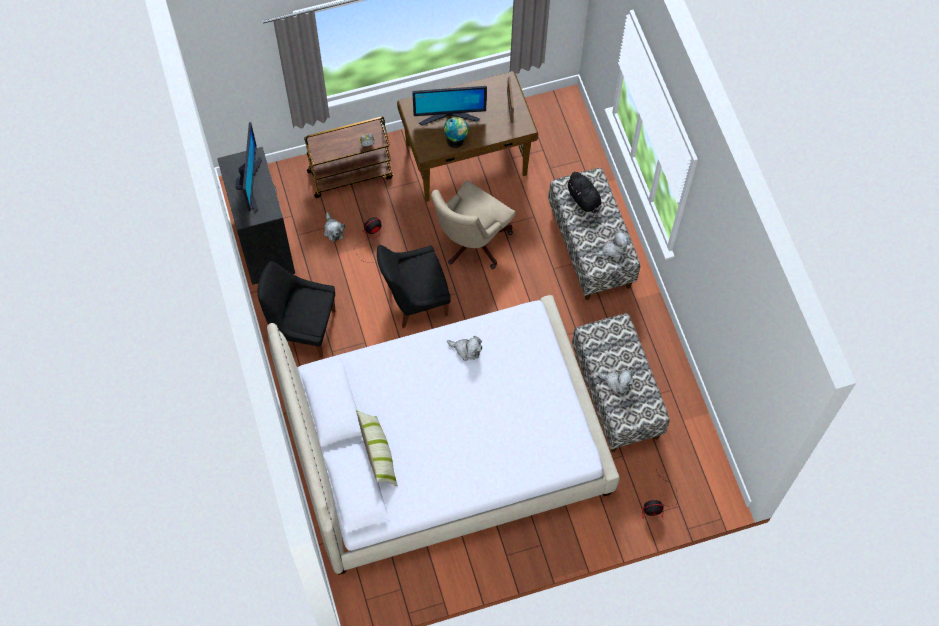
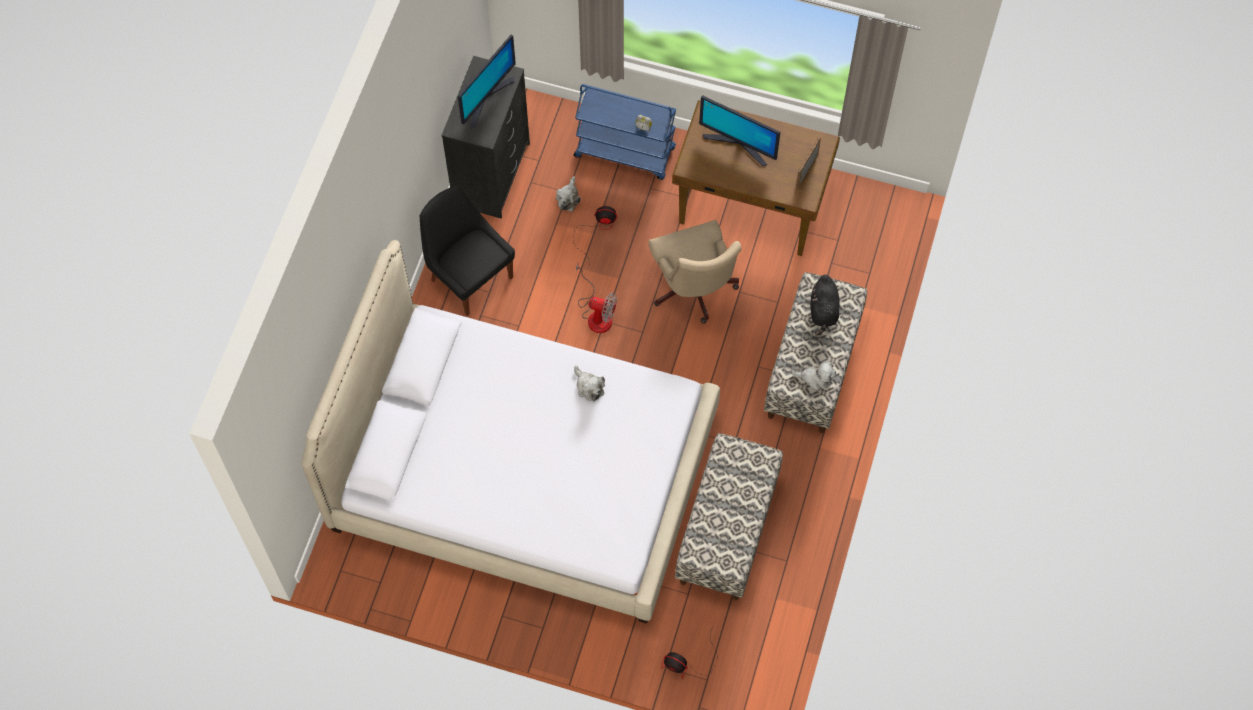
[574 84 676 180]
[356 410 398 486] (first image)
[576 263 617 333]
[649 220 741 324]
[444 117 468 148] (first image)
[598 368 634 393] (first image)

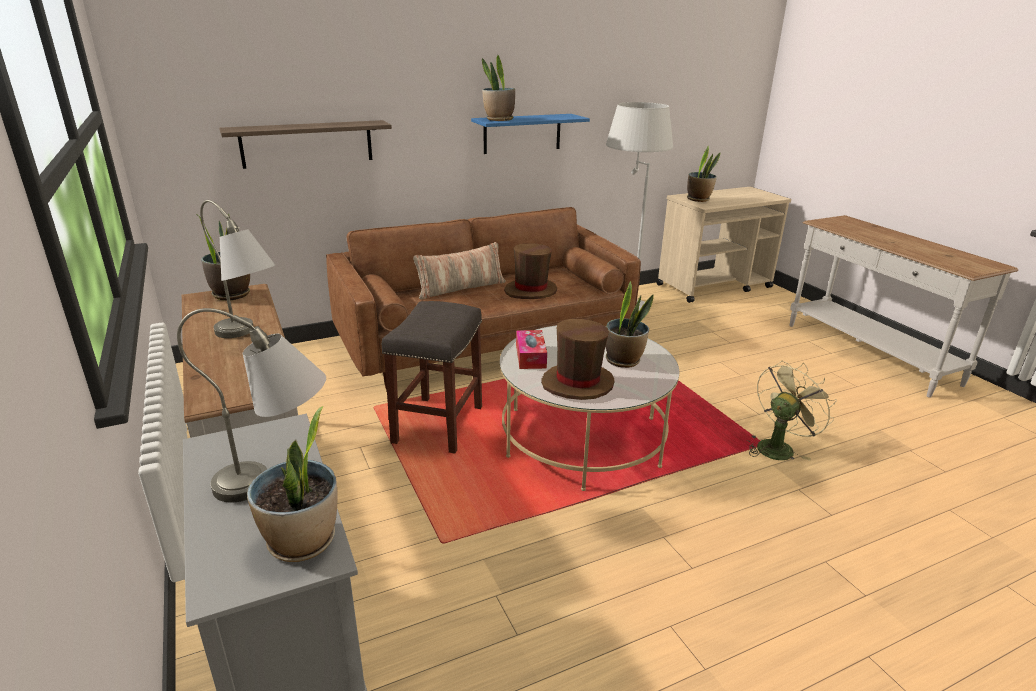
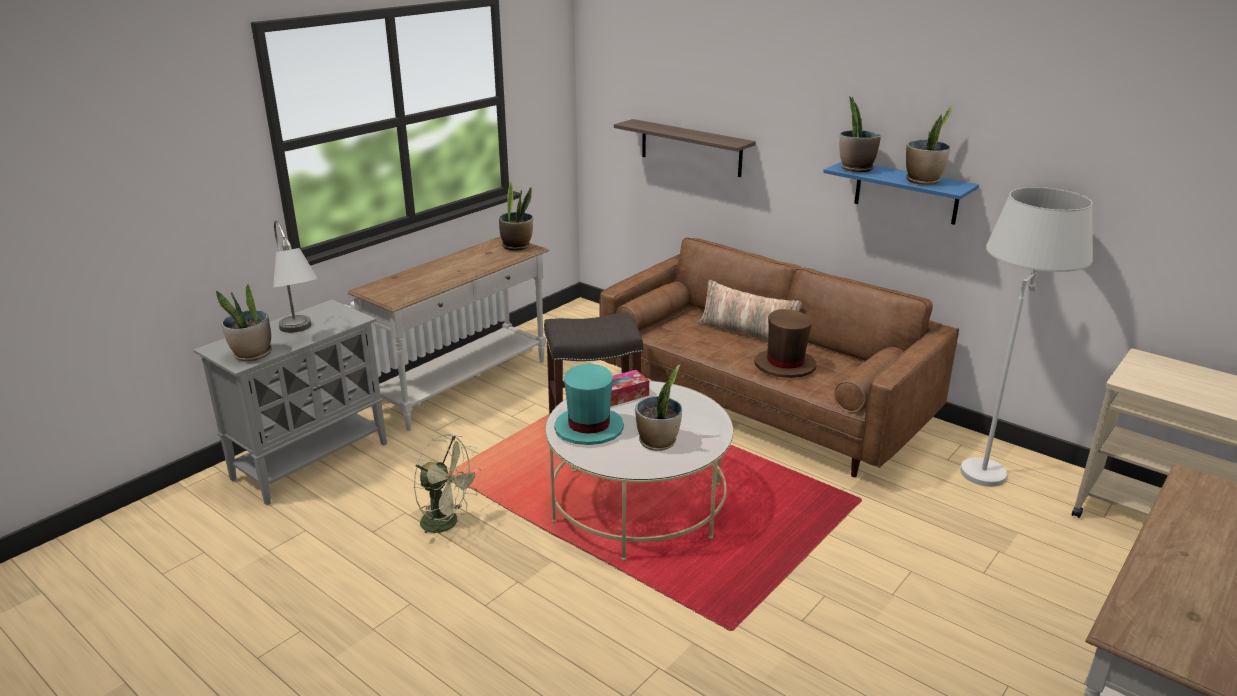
[200 200 275 338] (first image)
[554 363 624 445]
[906 104 955 185]
[414 434 481 544]

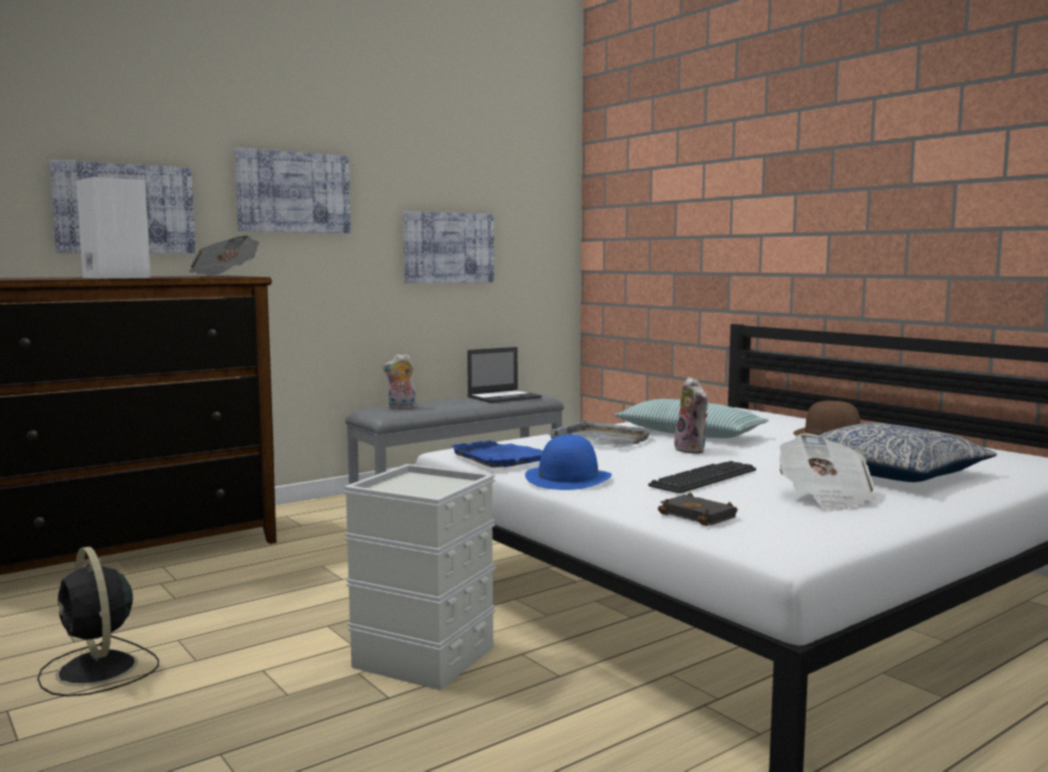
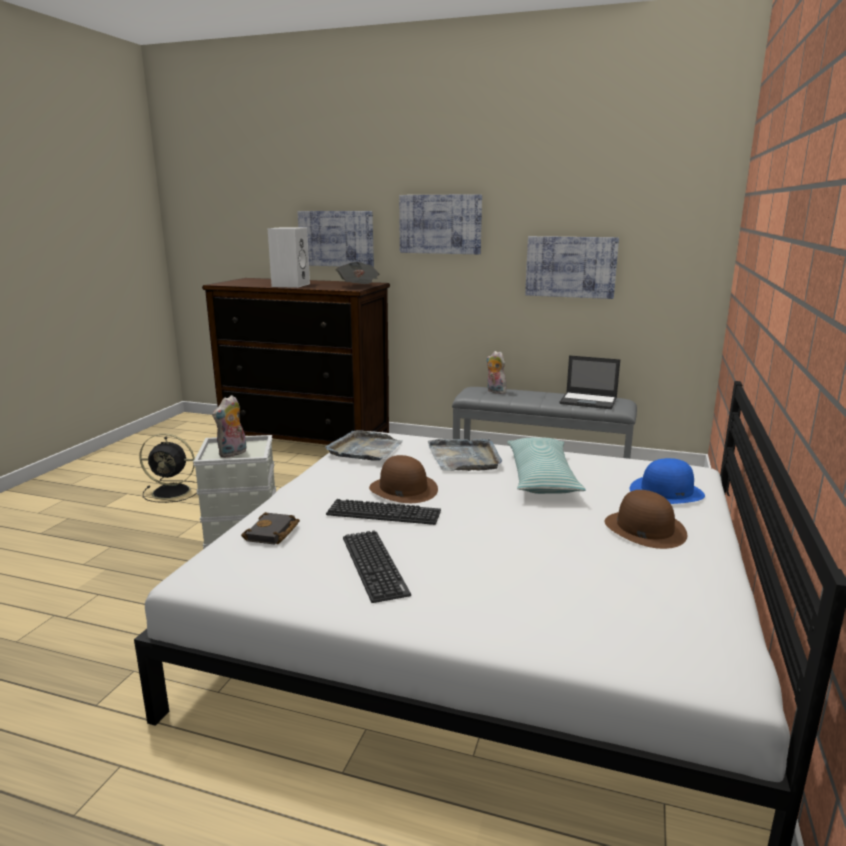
[139 433 197 503]
[325 430 403 461]
[630 458 705 504]
[212 395 247 458]
[343 530 411 603]
[818 423 997 482] (first image)
[369 455 438 503]

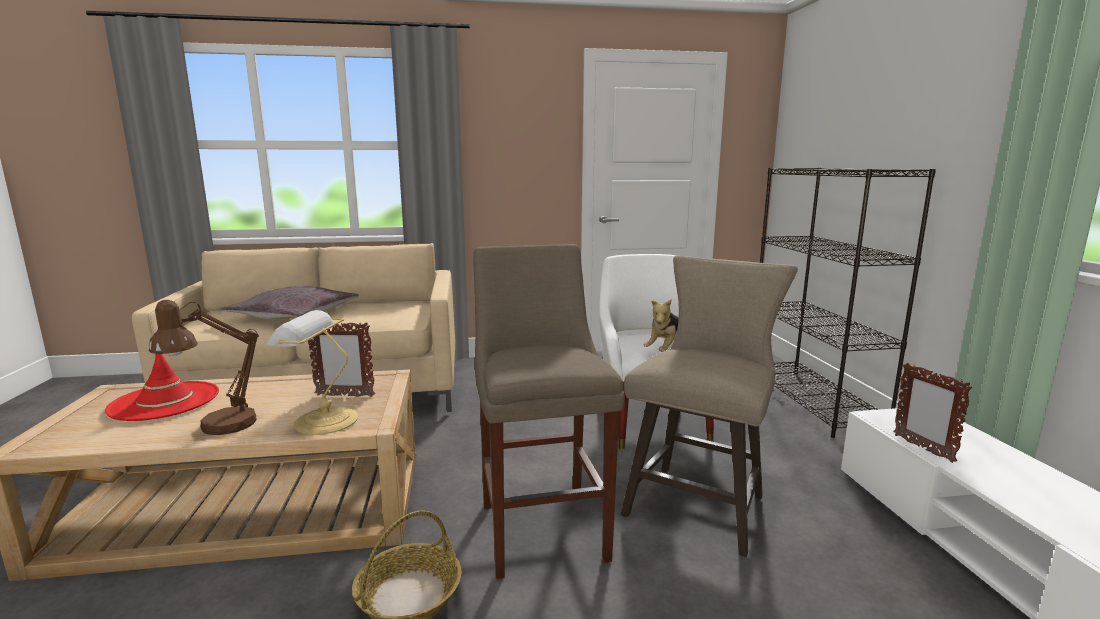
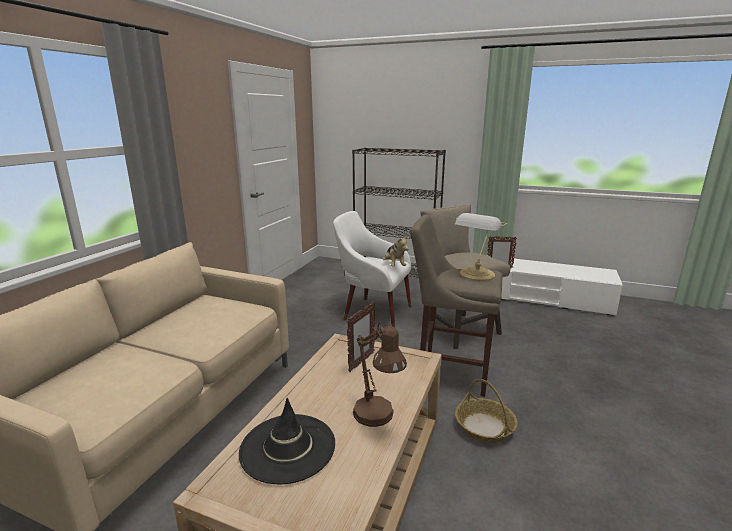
[239 398 335 484]
[221 286 359 319] (first image)
[455 213 507 280]

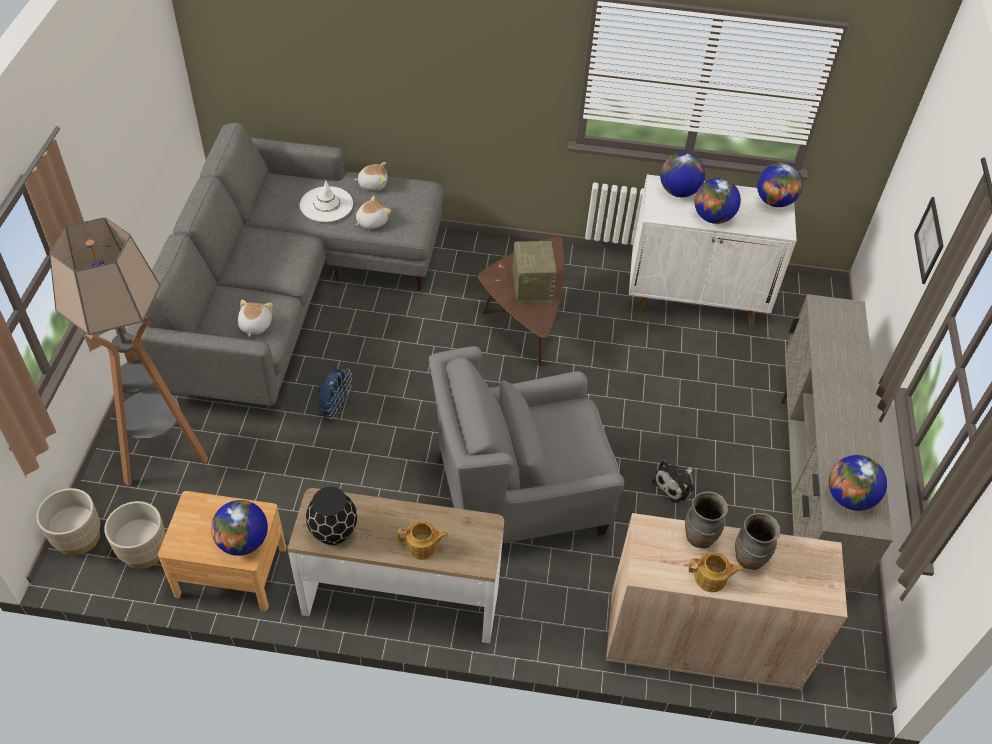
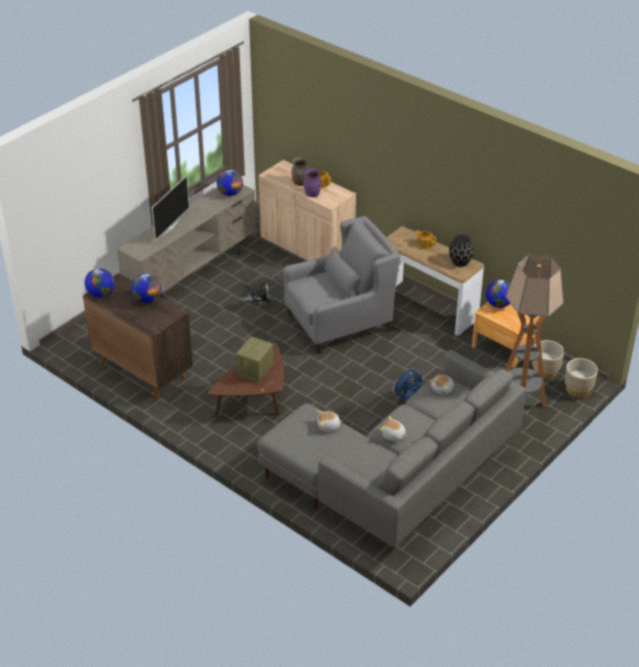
[300 180 353 222] (first image)
[380 416 407 441]
[283 216 401 354]
[83 273 193 399]
[660 152 705 197] (first image)
[304 168 321 197]
[914 197 944 284] (first image)
[152 175 189 240]

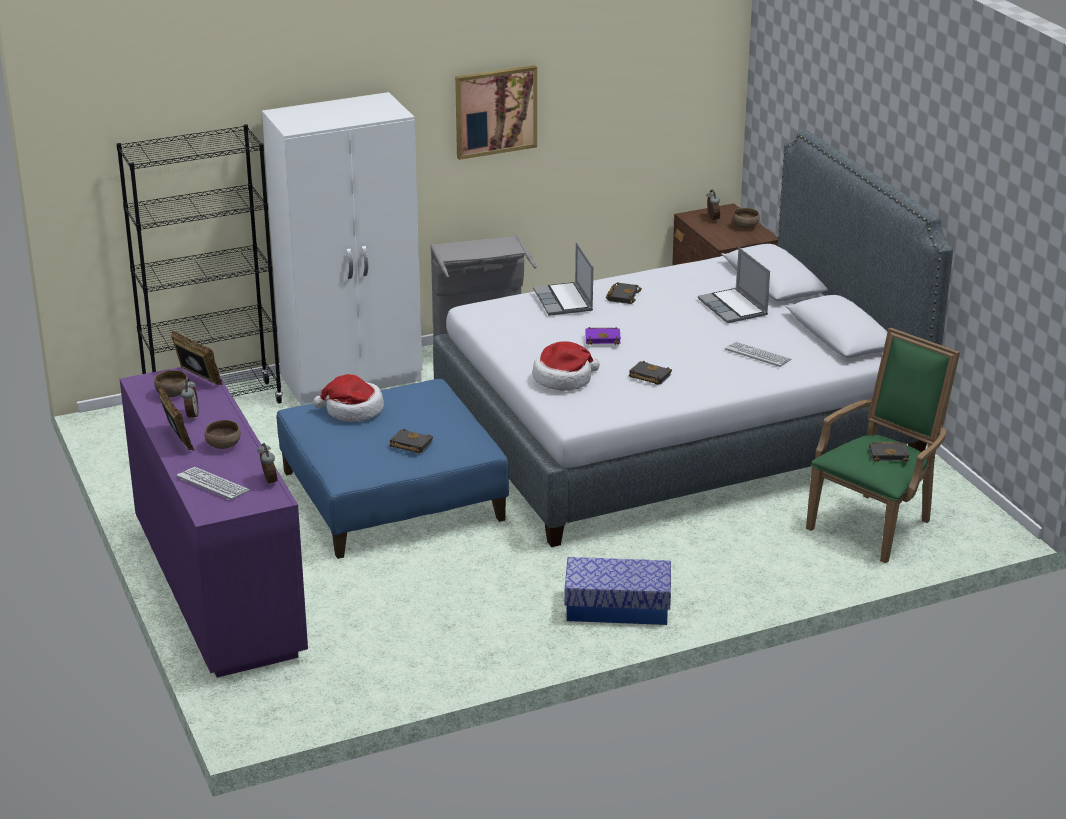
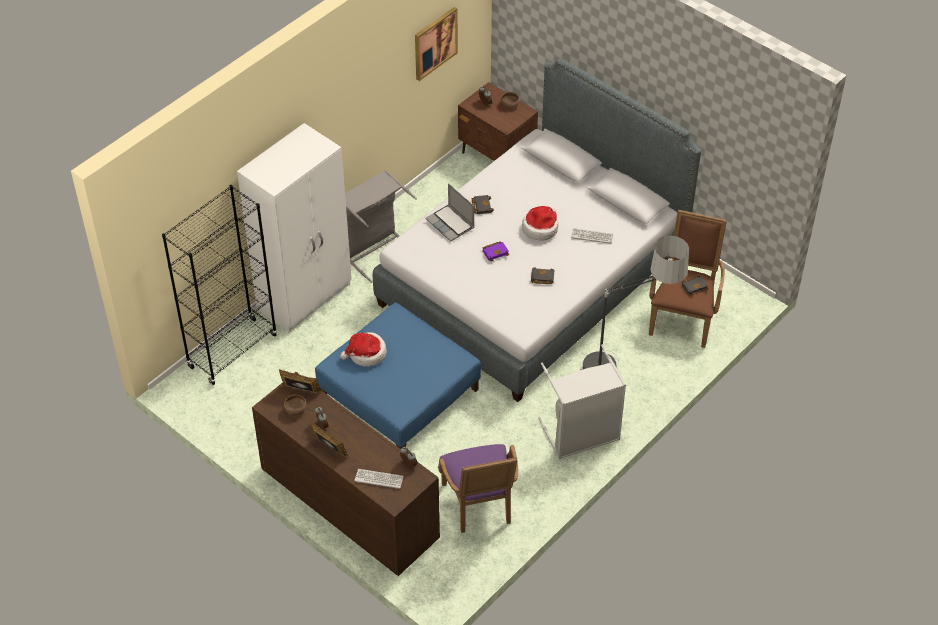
[252 372 440 576]
[205 420 241 449] (first image)
[389 429 433 453] (first image)
[415 7 458 81]
[522 206 558 240]
[538 345 626 459]
[698 247 770 323] (first image)
[649 210 727 348]
[438 444 518 533]
[580 236 689 370]

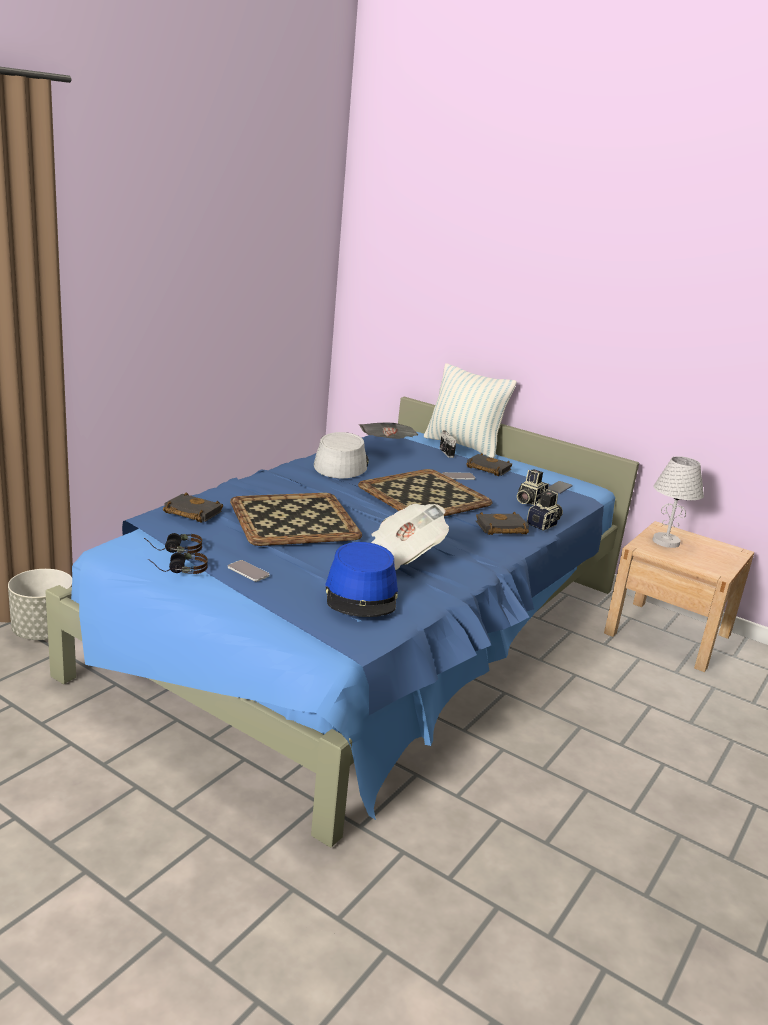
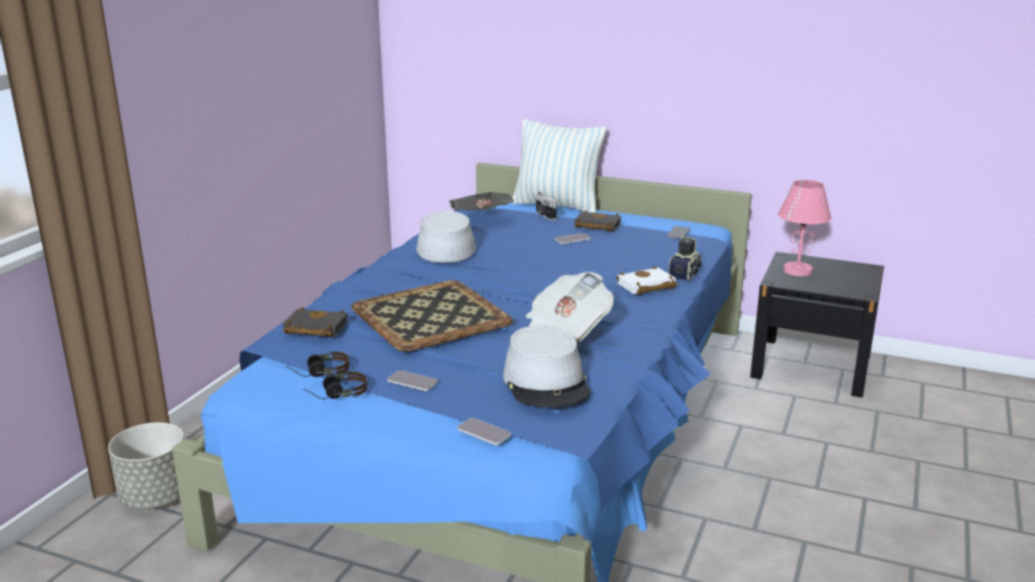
[503 325 590 407]
[358 469 493 516] (first image)
[616 266 677 295]
[517 469 549 505] (first image)
[750 252 884 397]
[778 180 831 276]
[457 418 511 445]

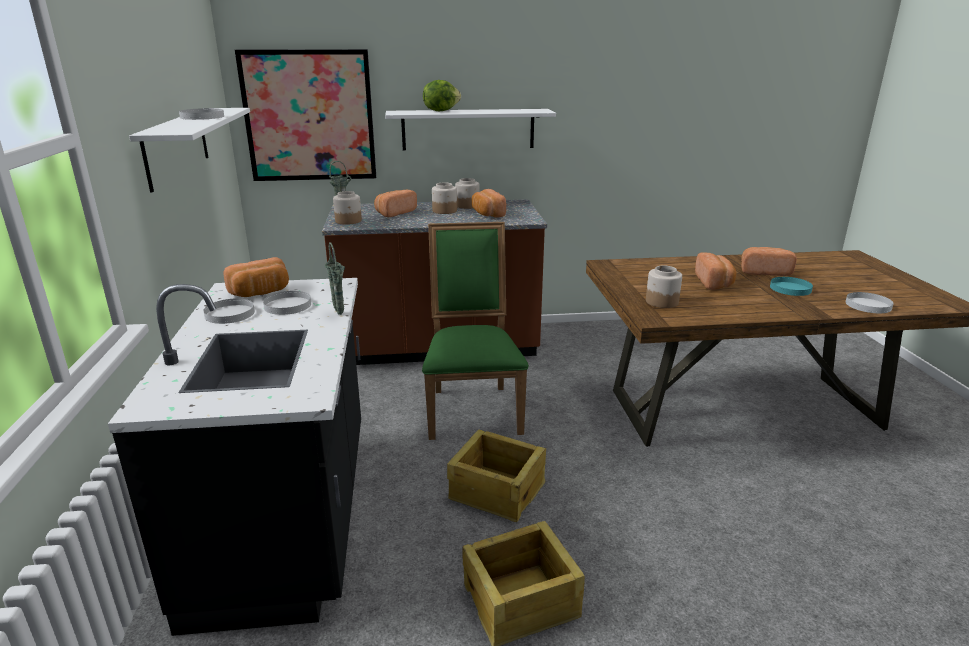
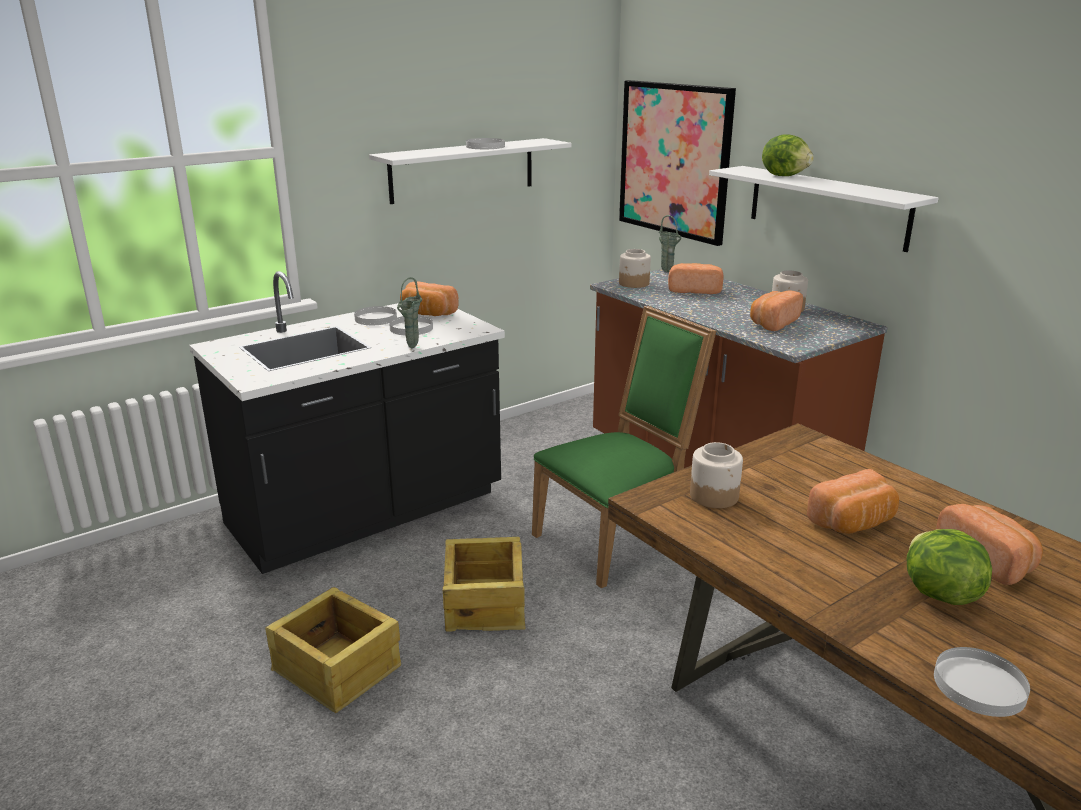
[432 183 457 214] (first image)
[907 529 992 605]

